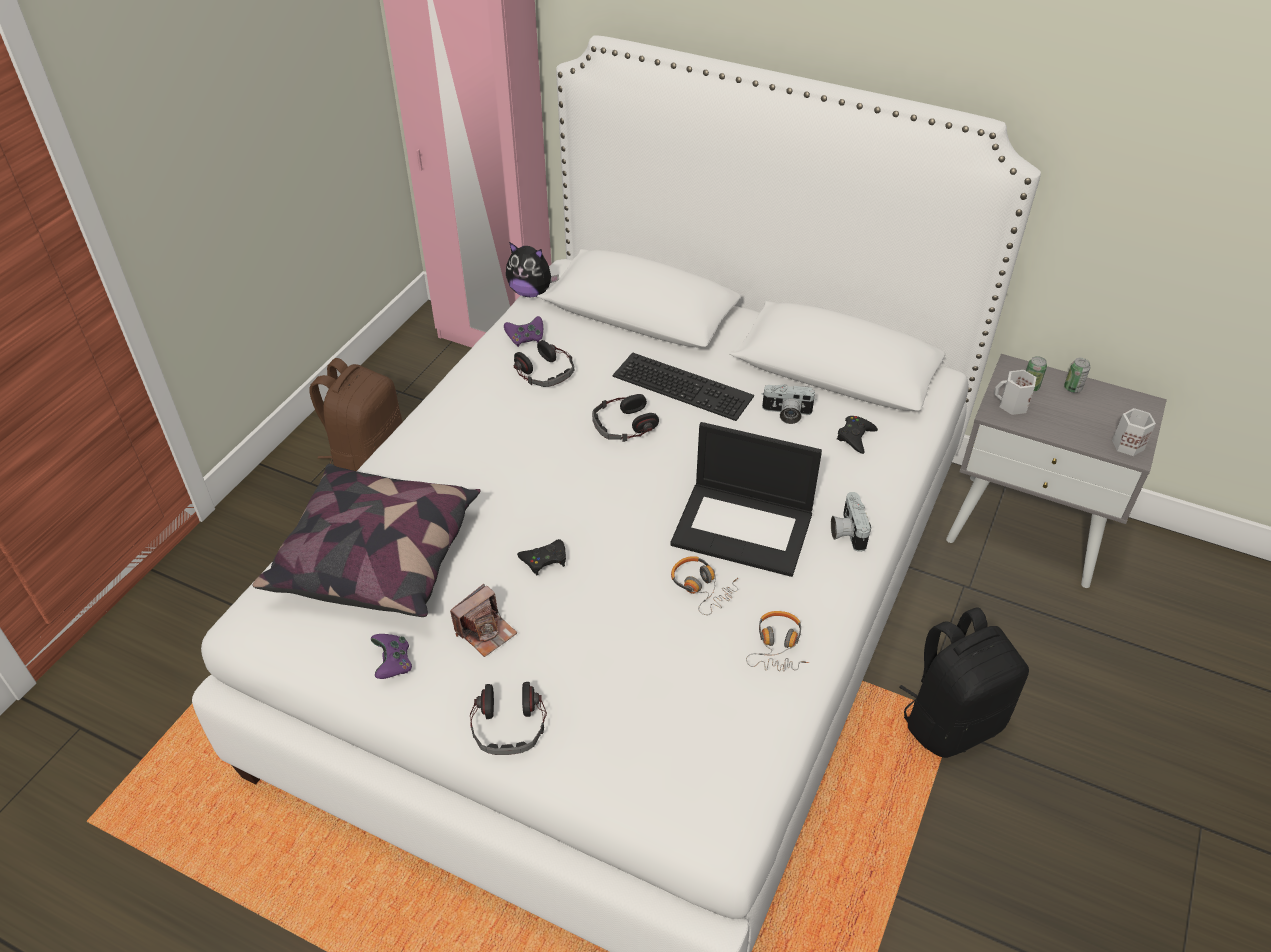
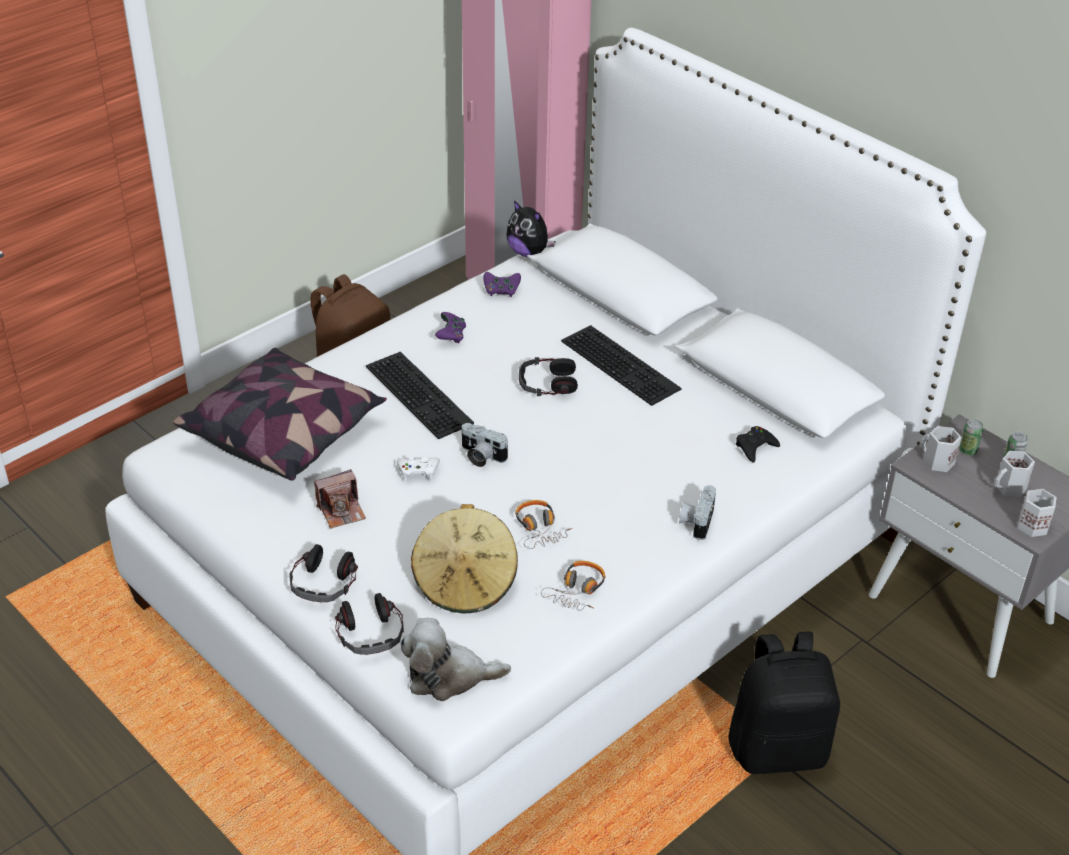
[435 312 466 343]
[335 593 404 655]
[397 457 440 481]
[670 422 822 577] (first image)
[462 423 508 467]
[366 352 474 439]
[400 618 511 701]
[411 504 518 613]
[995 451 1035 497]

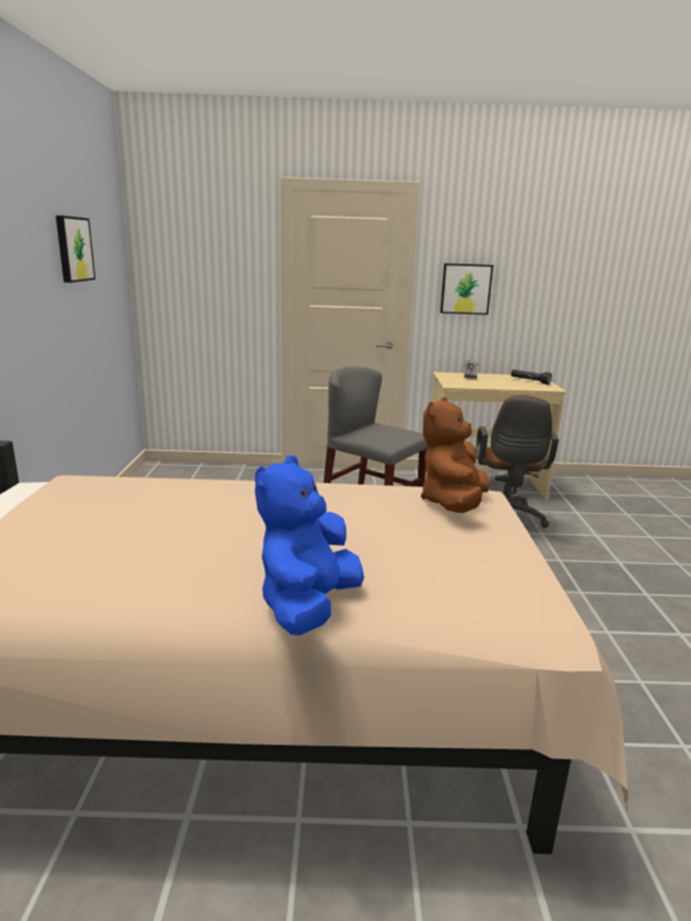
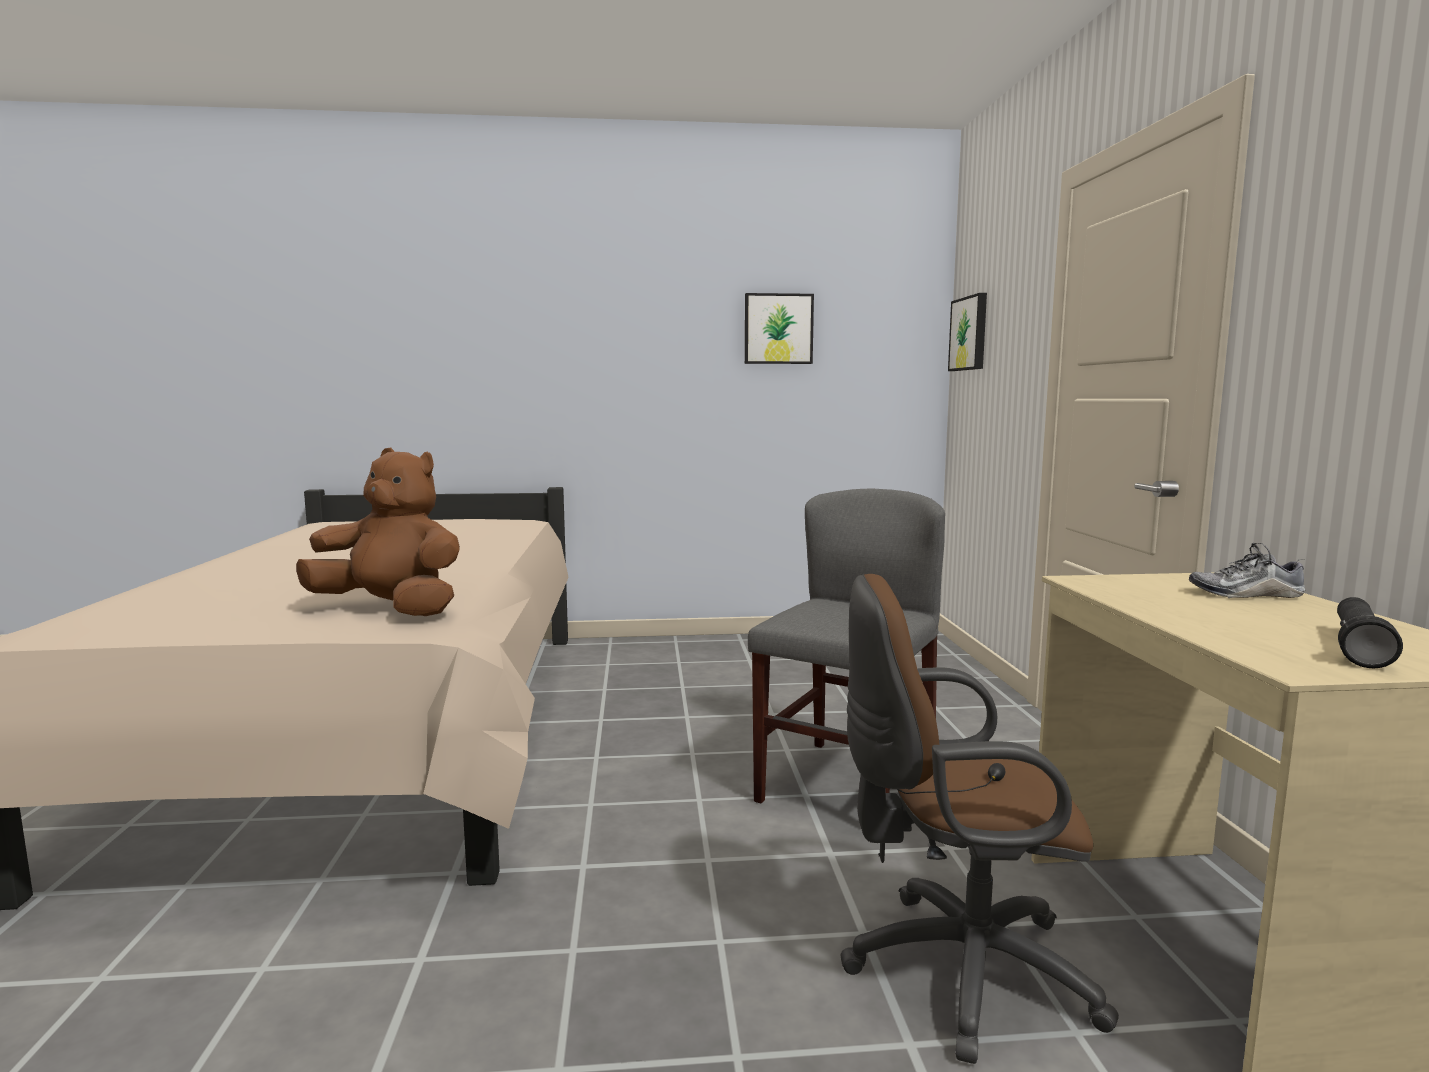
[255 455 364 635] (first image)
[948 293 987 371]

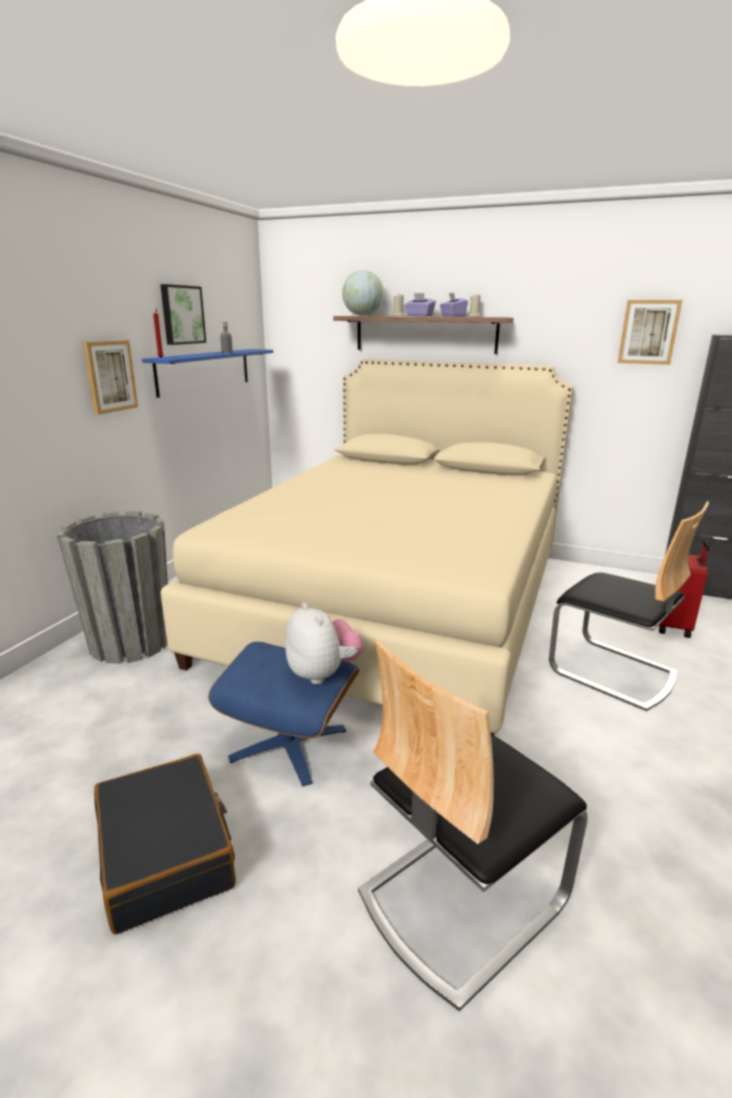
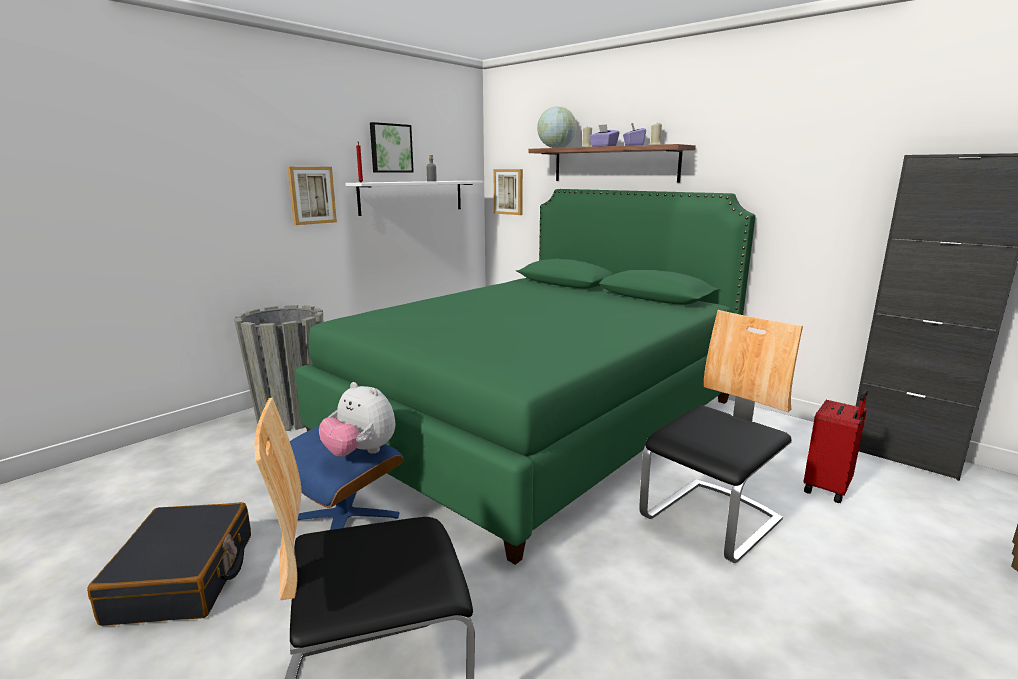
[345 181 483 216]
[295 189 756 565]
[319 382 396 457]
[639 310 803 563]
[494 169 523 215]

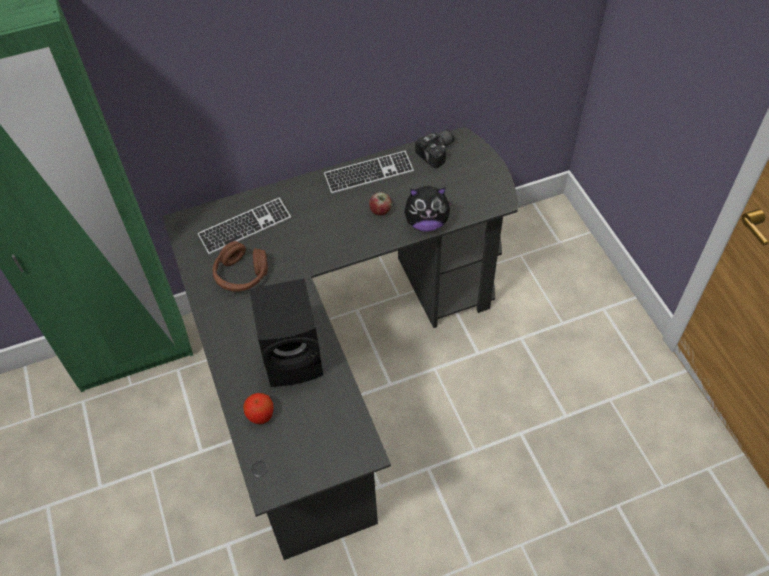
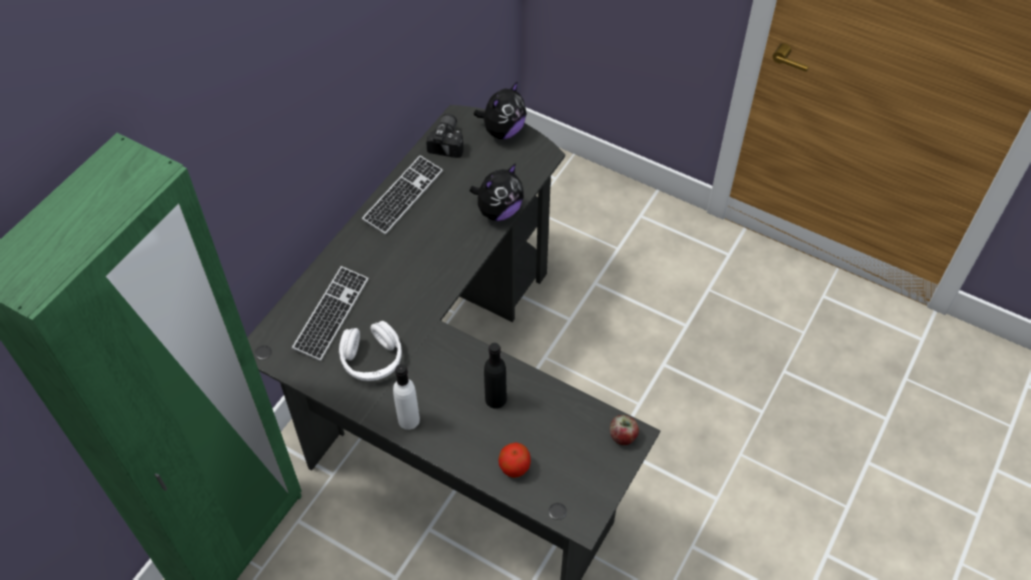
[339 321 402 381]
[484 343 507 409]
[610 415 639 445]
[393 364 420 430]
[474 81 527 139]

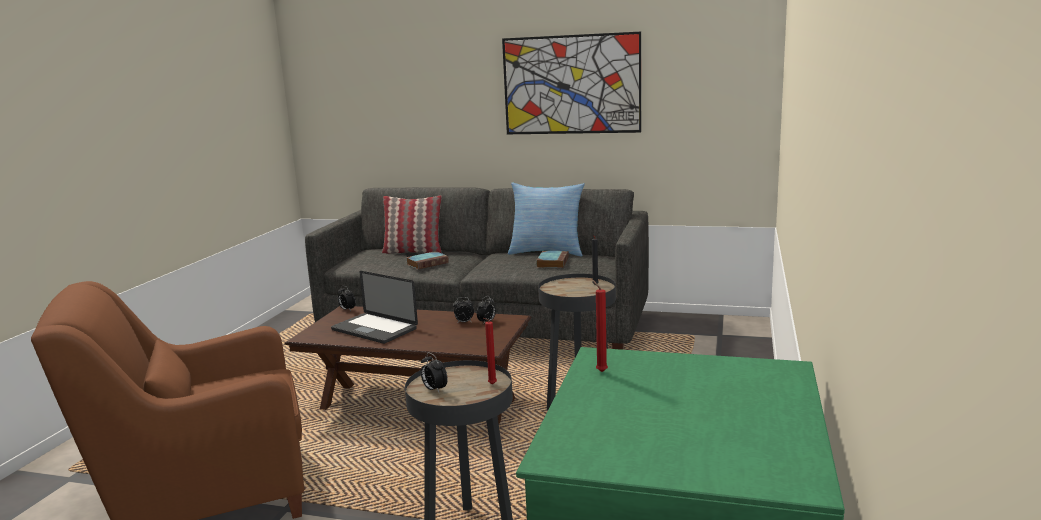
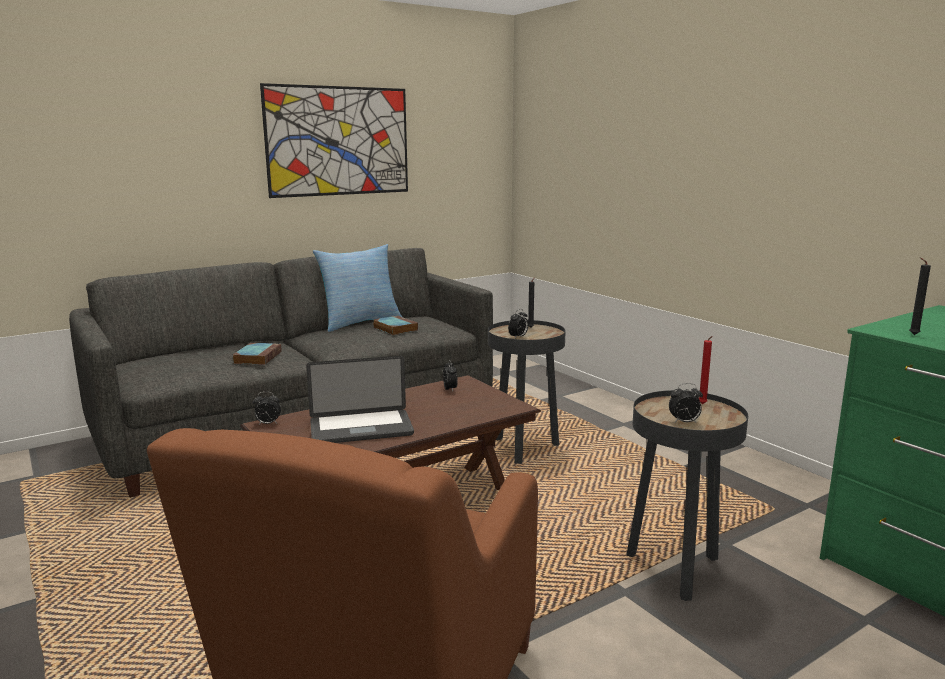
[382 195 442 254] (first image)
[508 309 528 338]
[909 257 931 335]

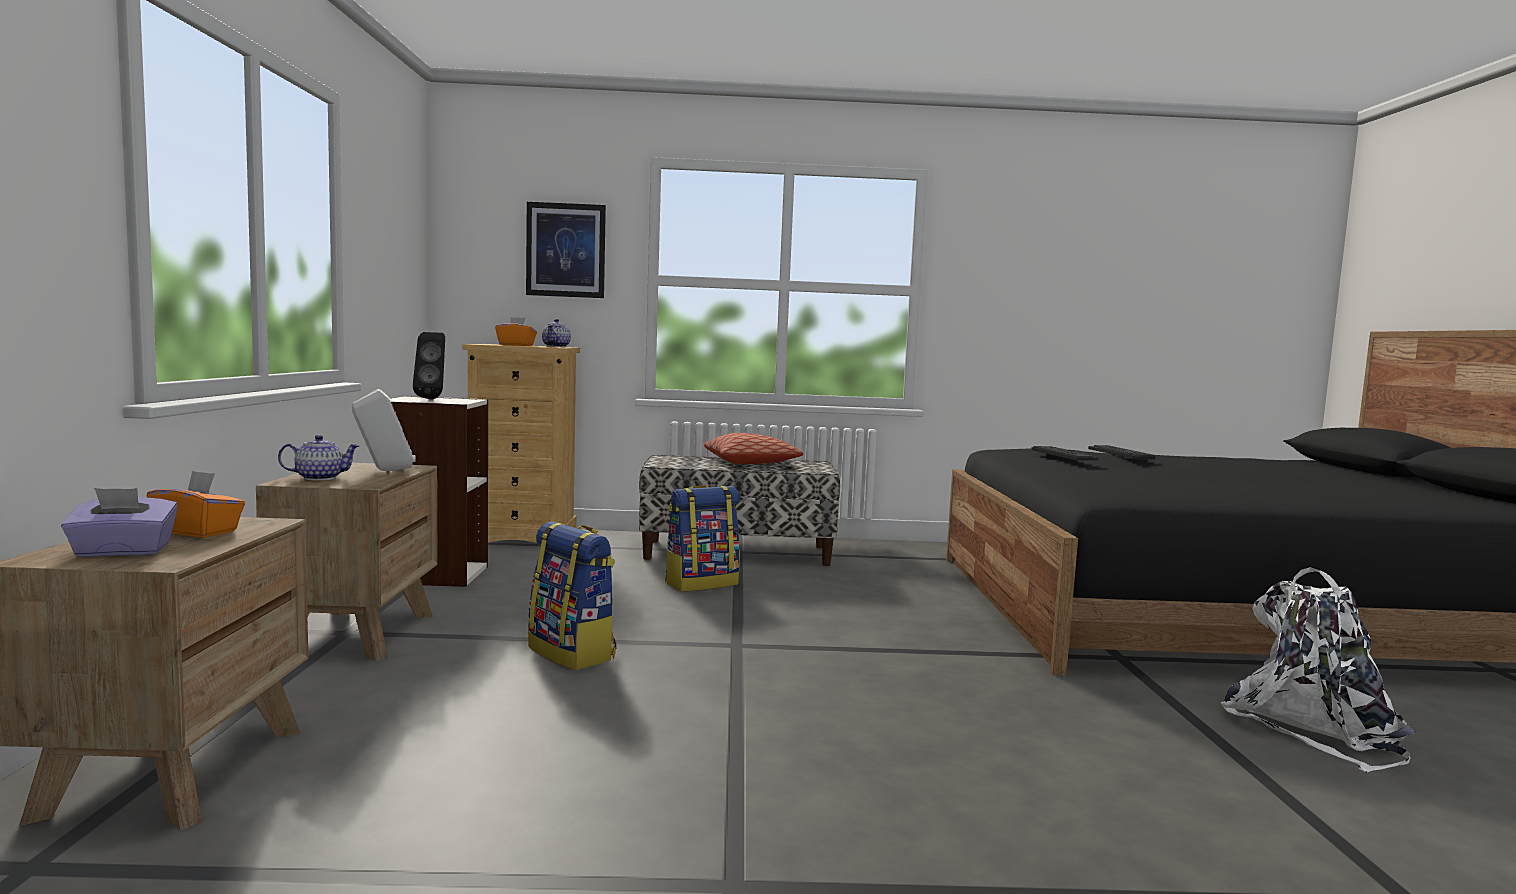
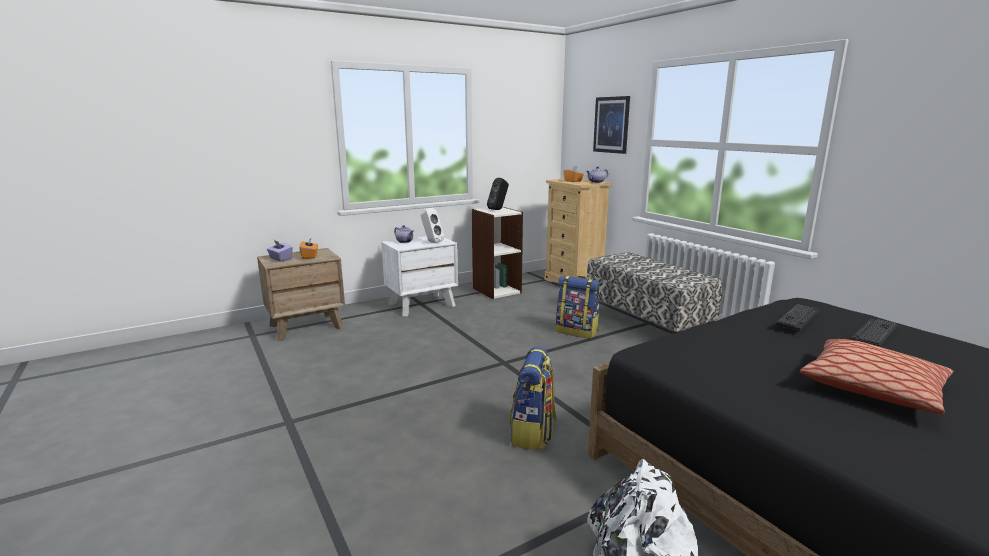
[381 236 458 316]
[509 346 556 450]
[800 339 953 414]

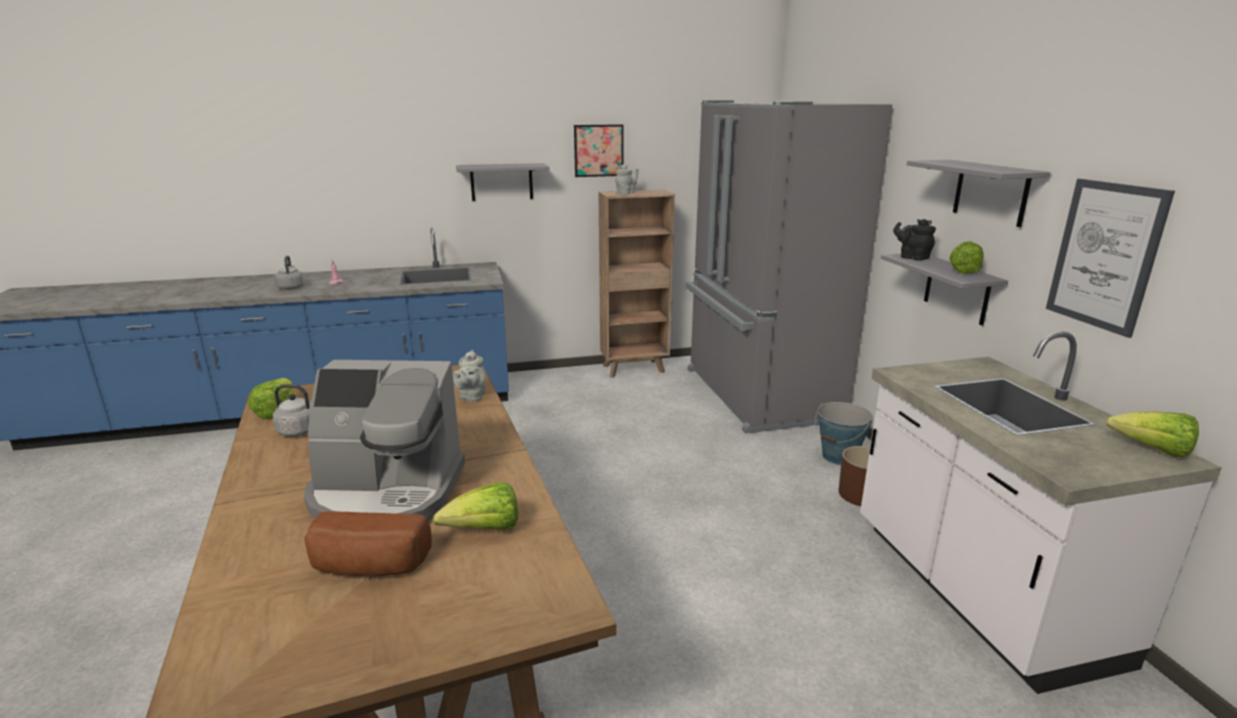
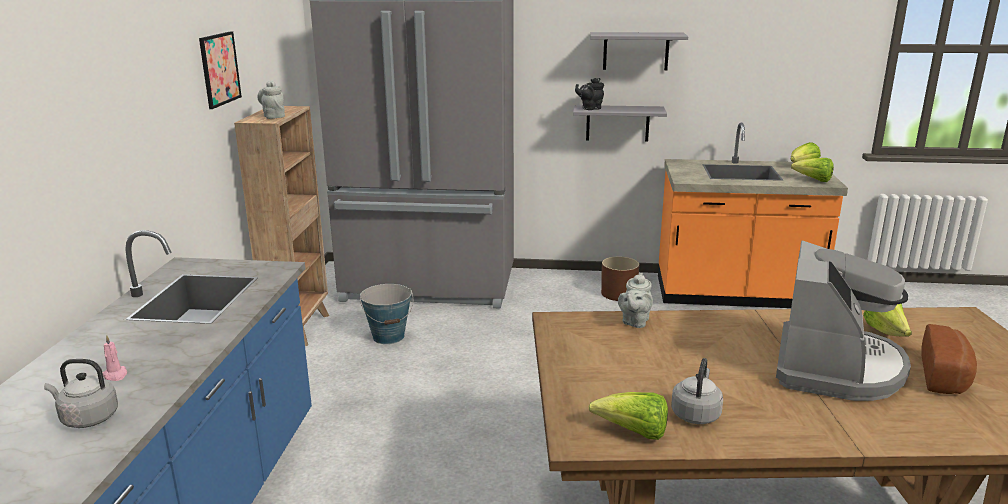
[618 272 653 328]
[456 163 549 201] (first image)
[360 284 413 344]
[658 123 848 308]
[791 158 834 182]
[1046 178 1175 338] (first image)

